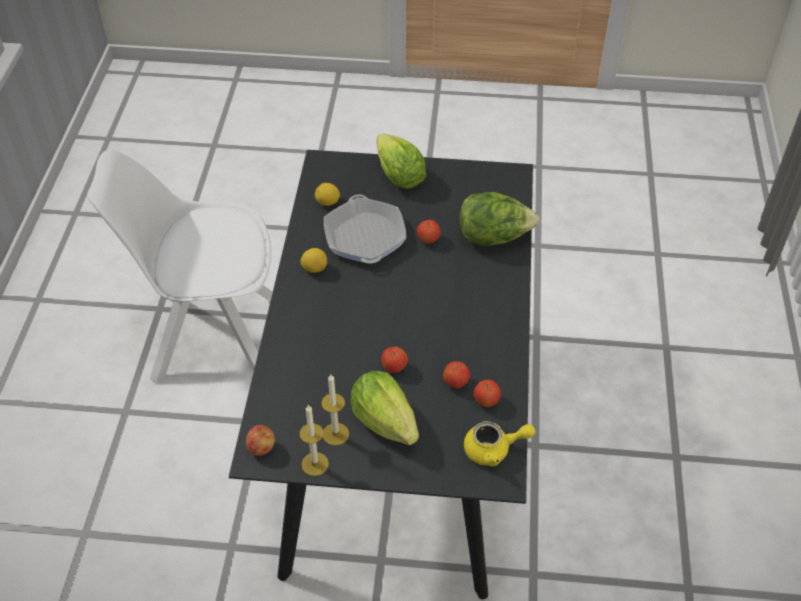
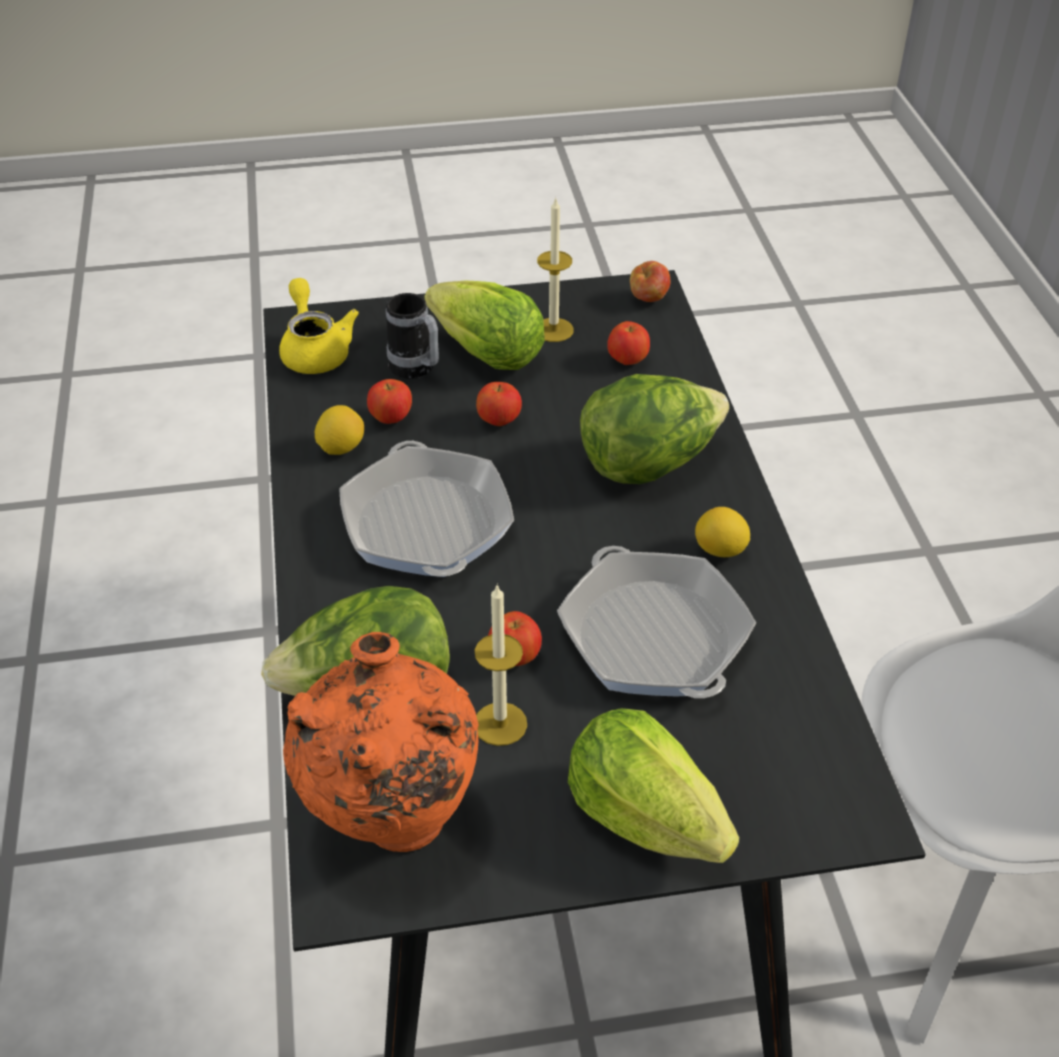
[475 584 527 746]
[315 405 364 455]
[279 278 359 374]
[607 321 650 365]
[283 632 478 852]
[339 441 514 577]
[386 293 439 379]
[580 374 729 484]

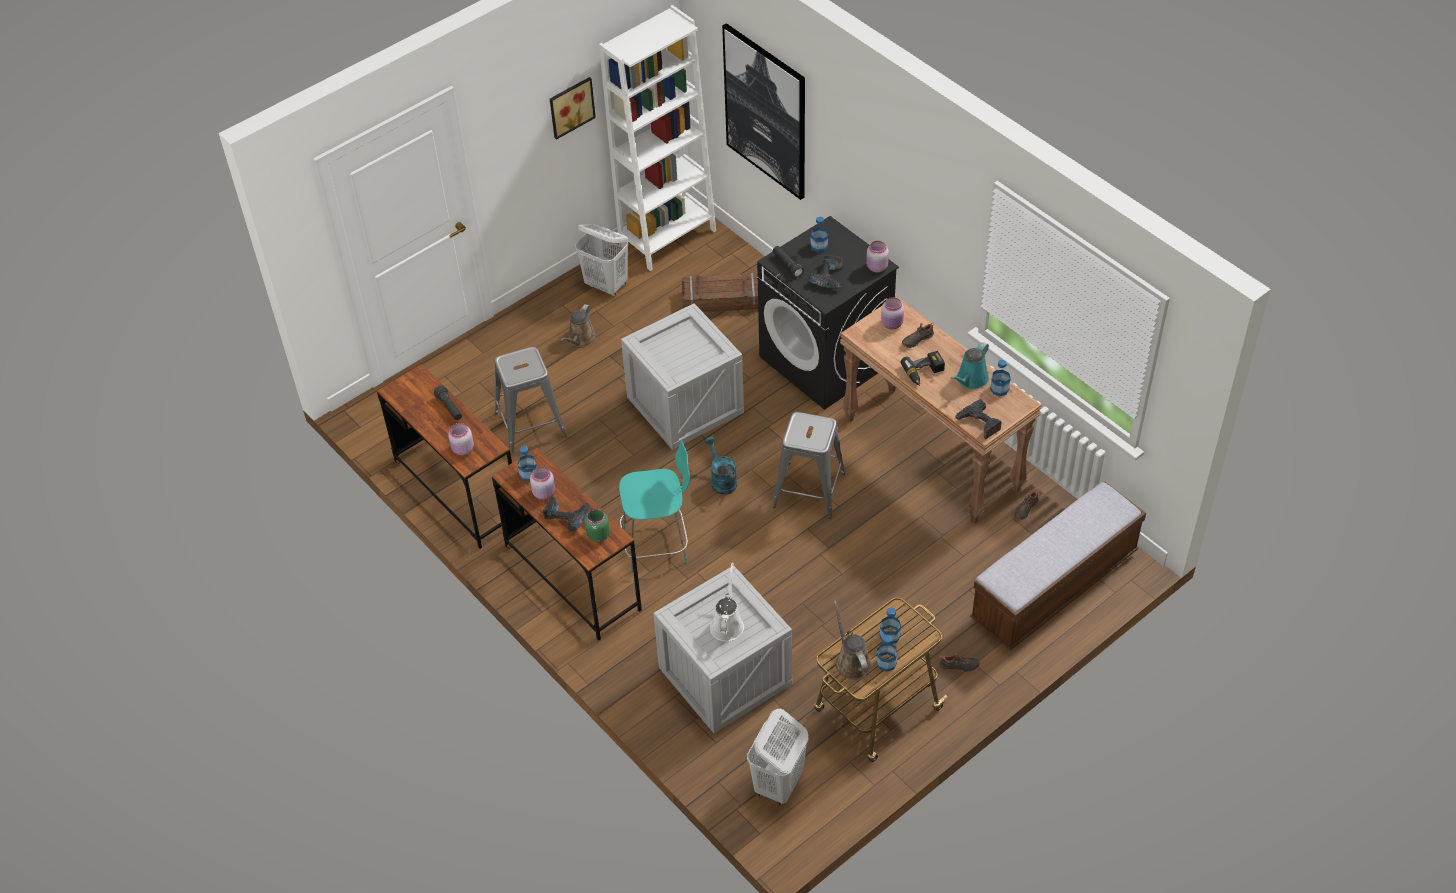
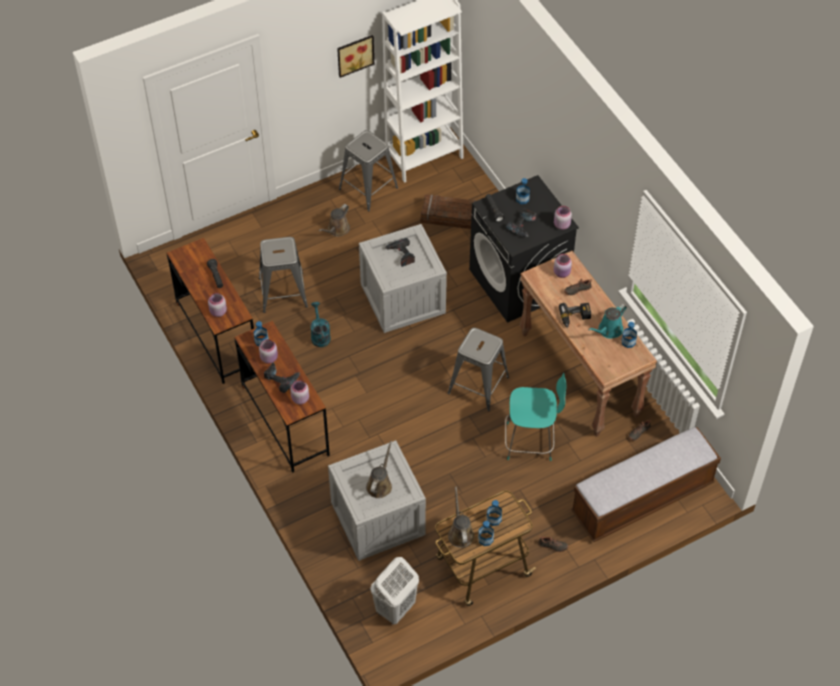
[339 130 398 211]
[290 380 309 405]
[505 373 567 461]
[310 302 331 347]
[366 441 392 498]
[722 23 805 200] (first image)
[385 238 415 267]

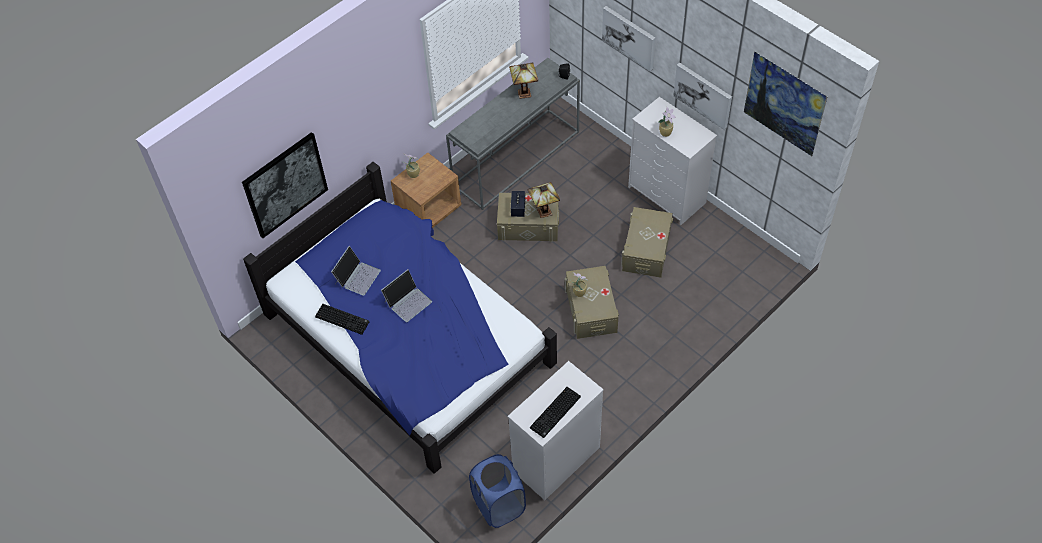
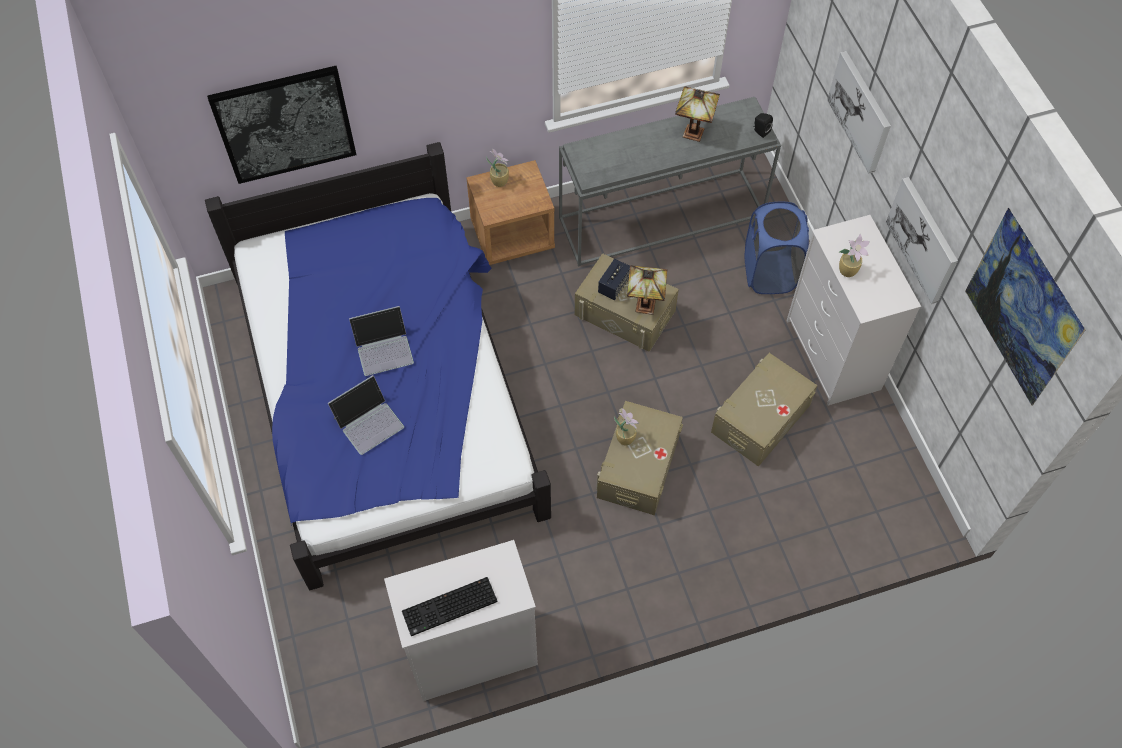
[315 304 369 335] (first image)
[328 375 404 455]
[745 202 809 294]

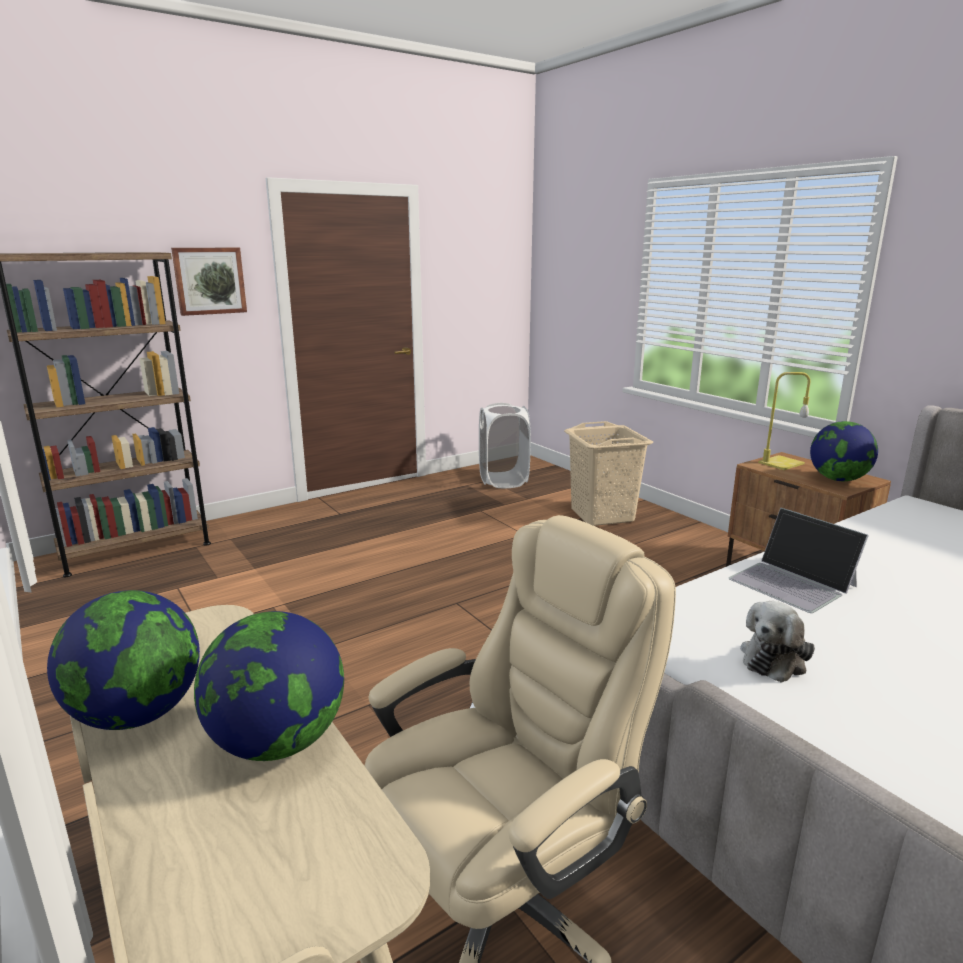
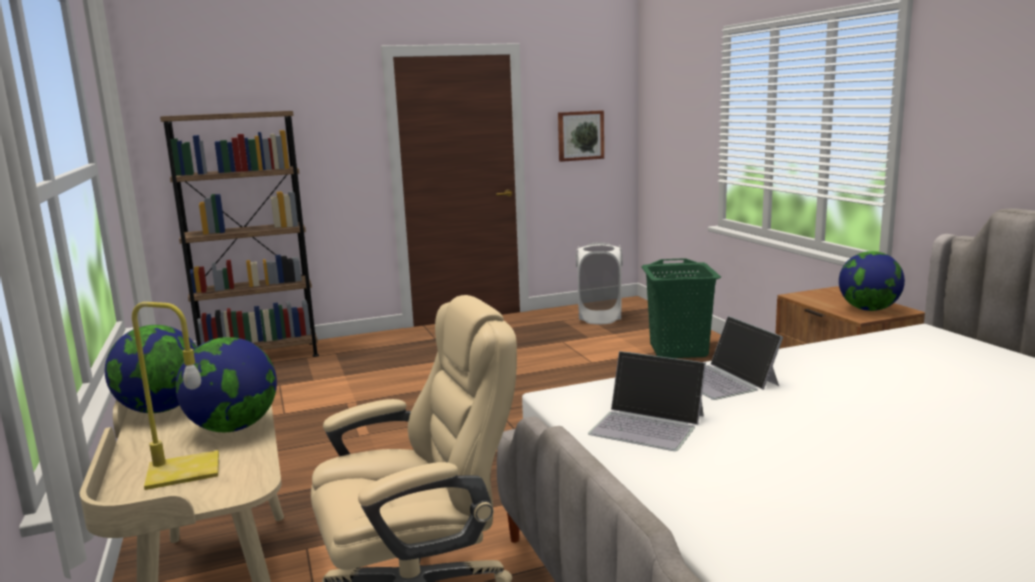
[558 110 604 162]
[641 258 721 358]
[588 351 706 451]
[132 302 219 490]

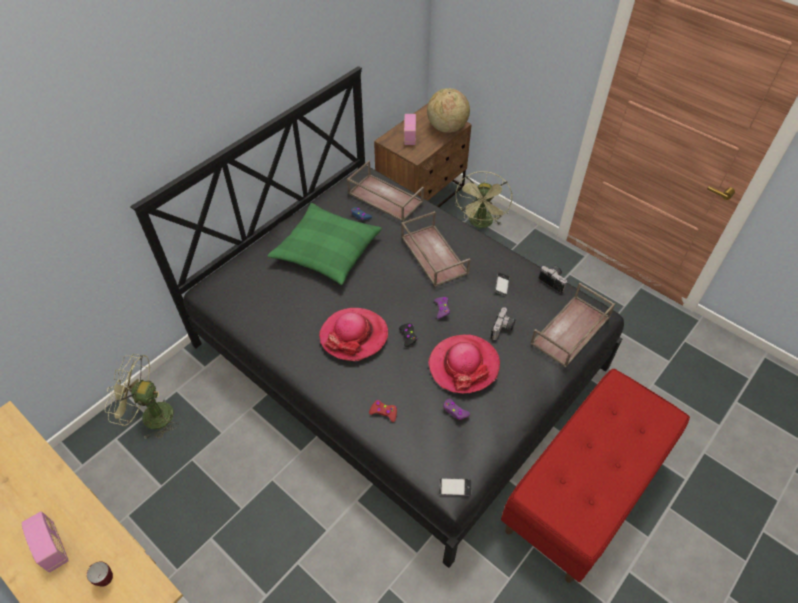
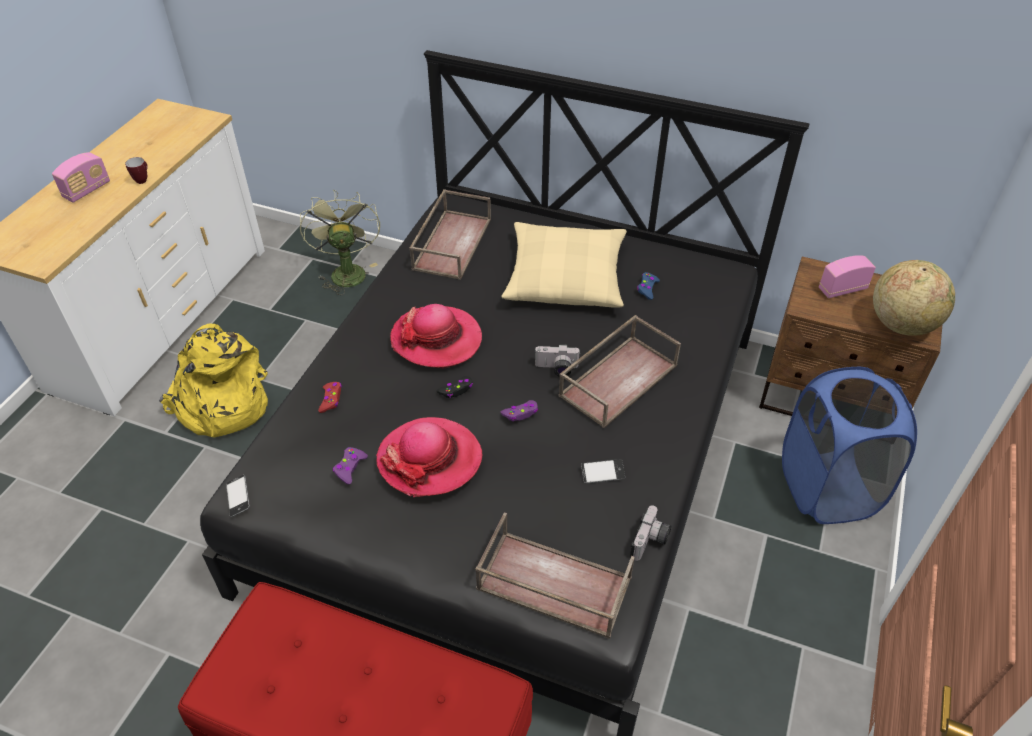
[125 157 148 184]
[501 222 627 308]
[409 189 491 280]
[782 367 917 524]
[535 344 580 377]
[159 323 268 437]

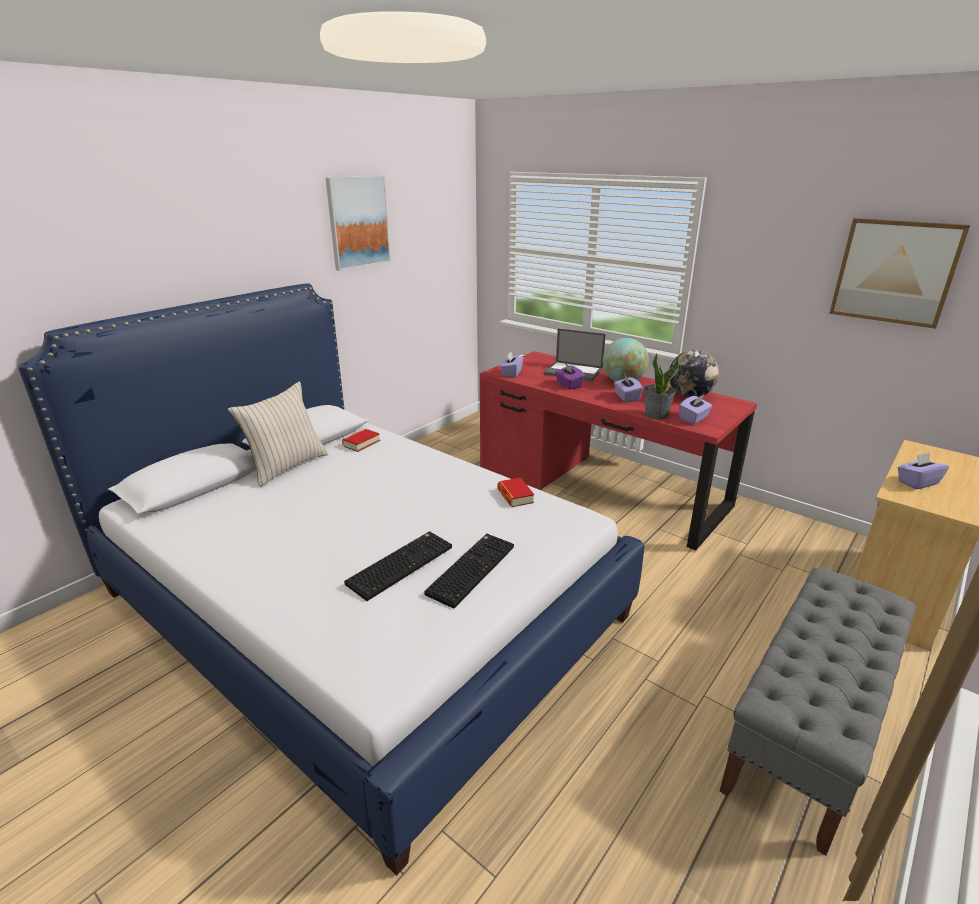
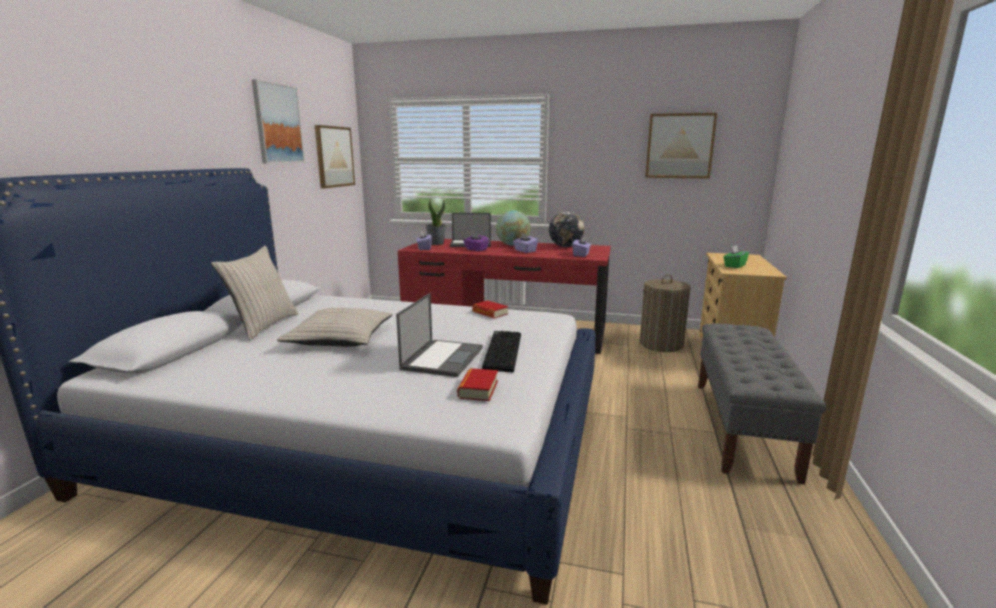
[457 368 498 401]
[396 293 483 377]
[426 200 446 245]
[723 245 749 268]
[277 308 392 347]
[315 125 355 188]
[640 274 691 352]

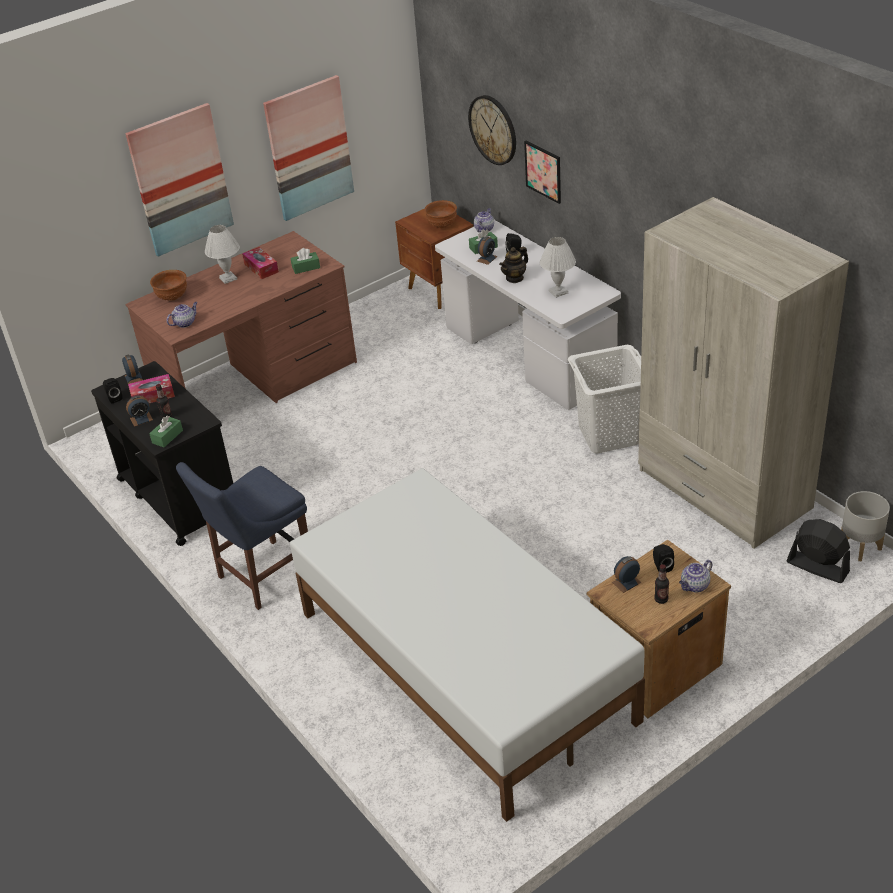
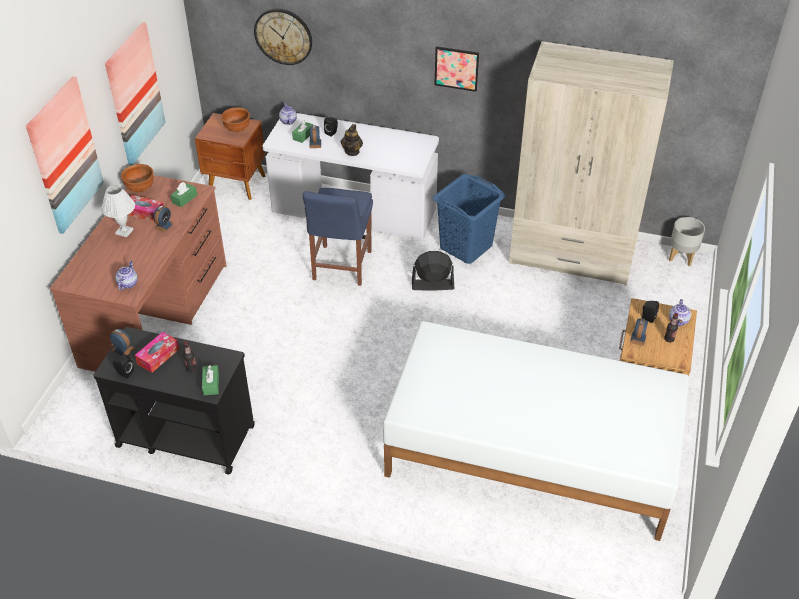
[153 206 174 232]
[121 164 154 192]
[303 188 373 286]
[434 46 479 92]
[540 237 576 298] (first image)
[432 174 506 264]
[412 251 455 291]

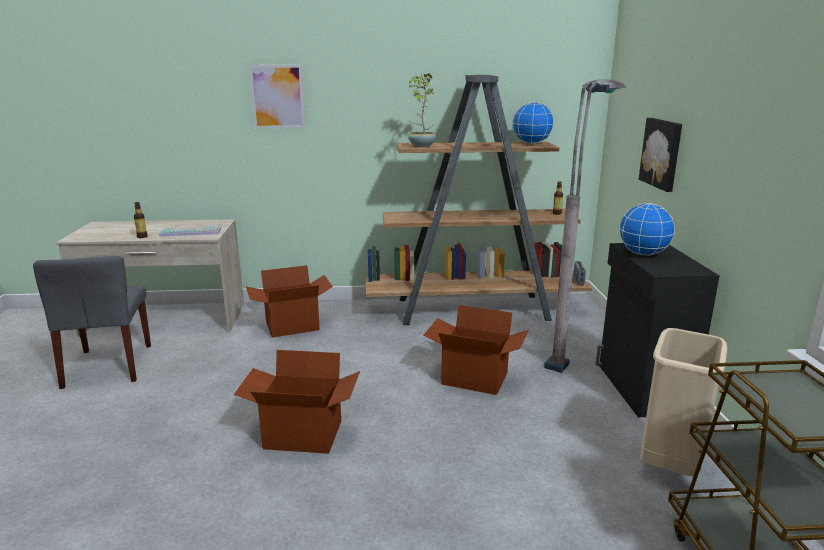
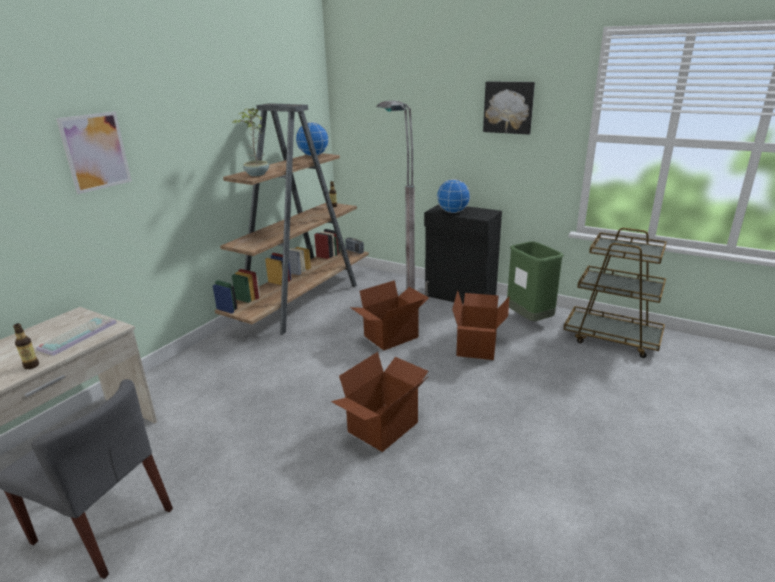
[452 290 510 360]
[483 82 535 135]
[507 241 564 321]

